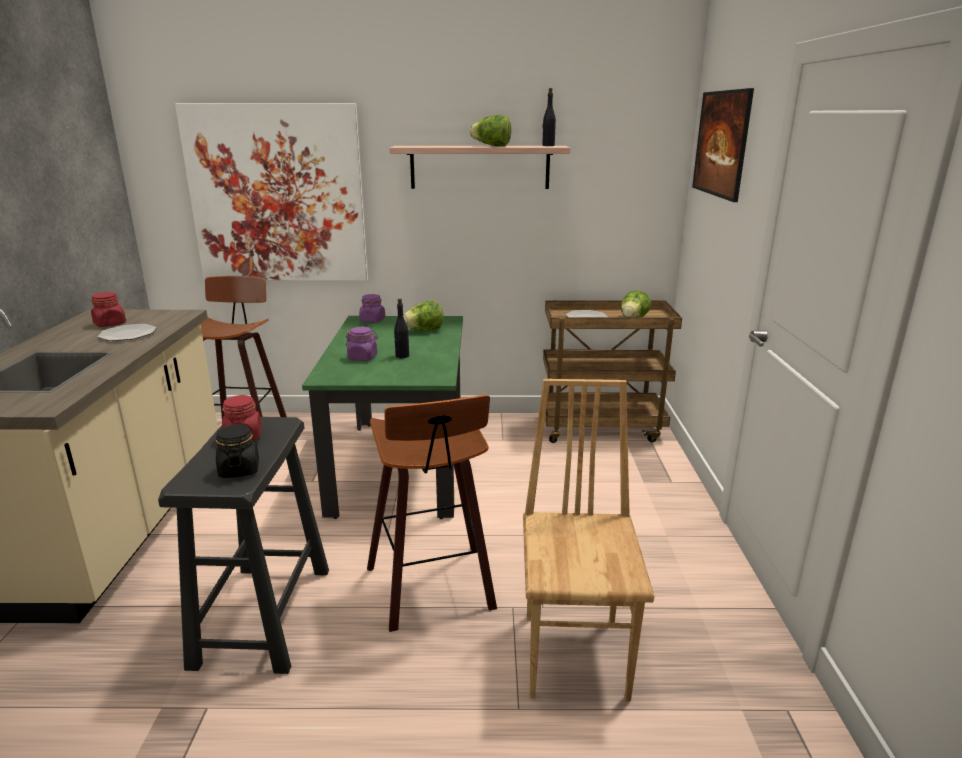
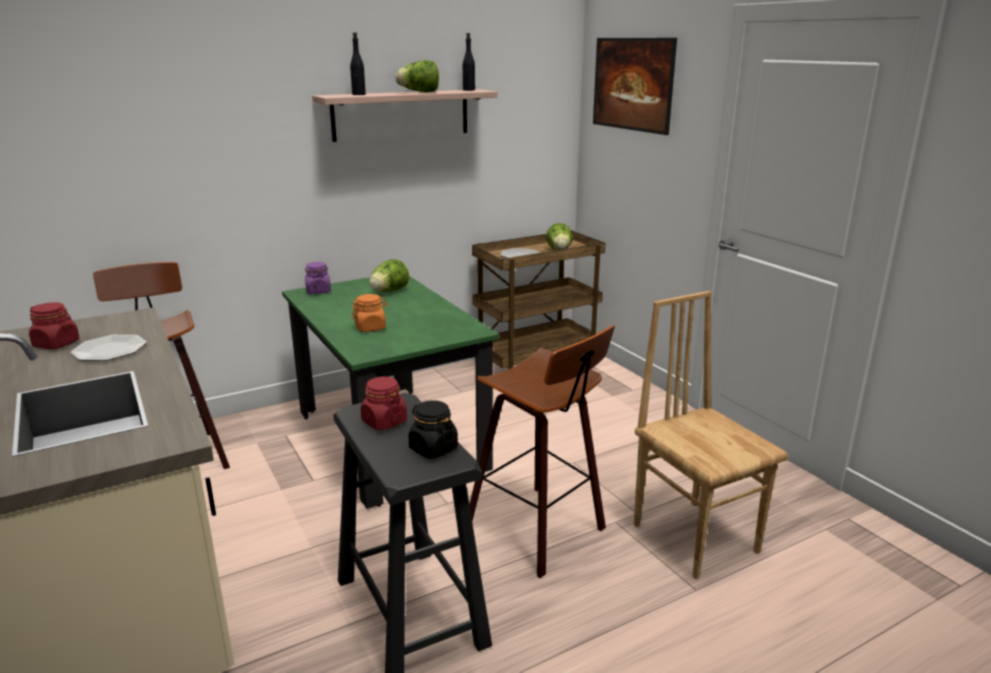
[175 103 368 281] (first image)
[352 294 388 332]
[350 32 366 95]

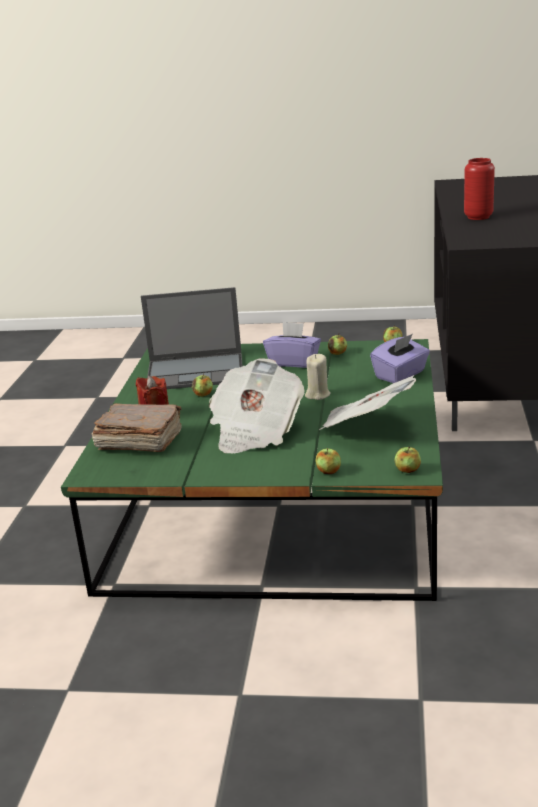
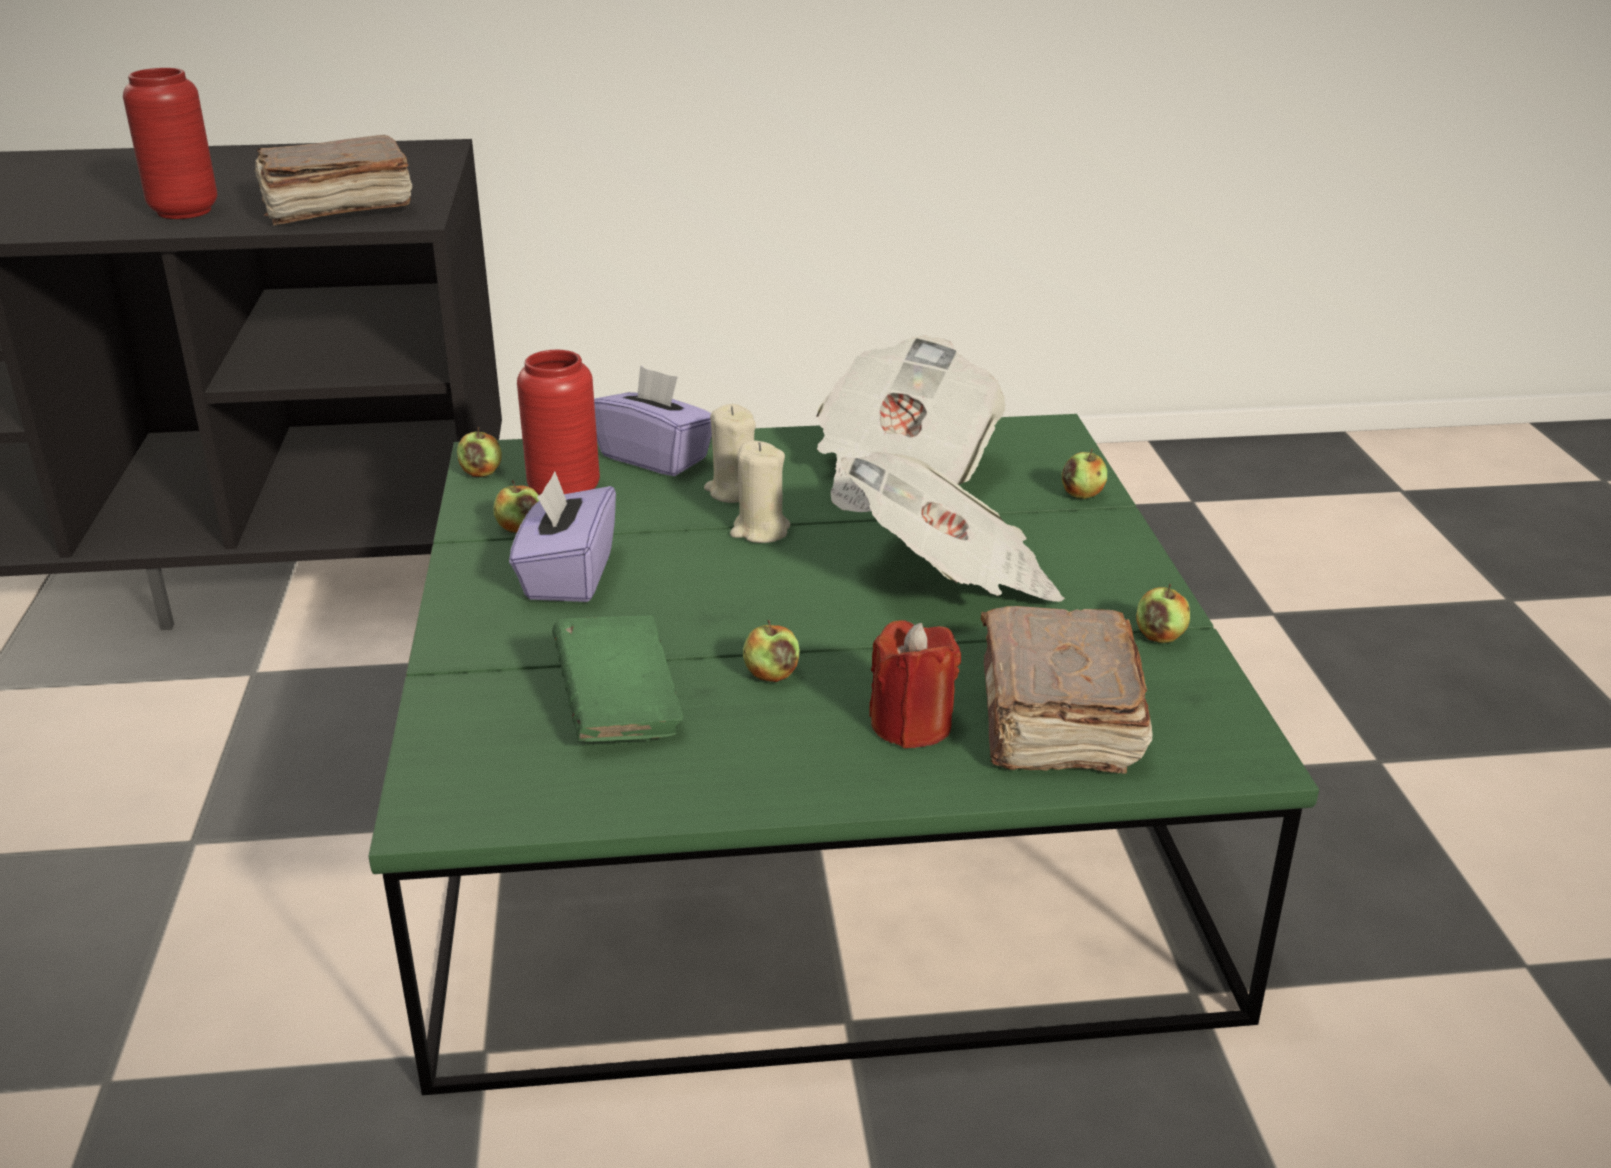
[552 615 683 742]
[1136 584 1190 643]
[254 135 413 225]
[517 350 600 495]
[704 404 756 503]

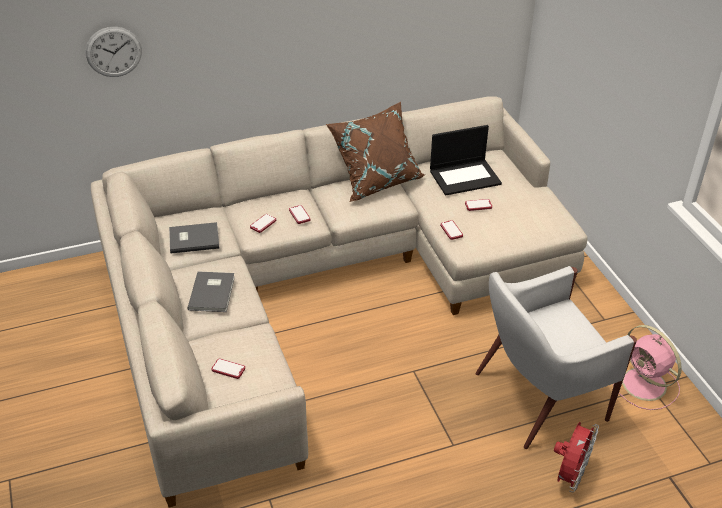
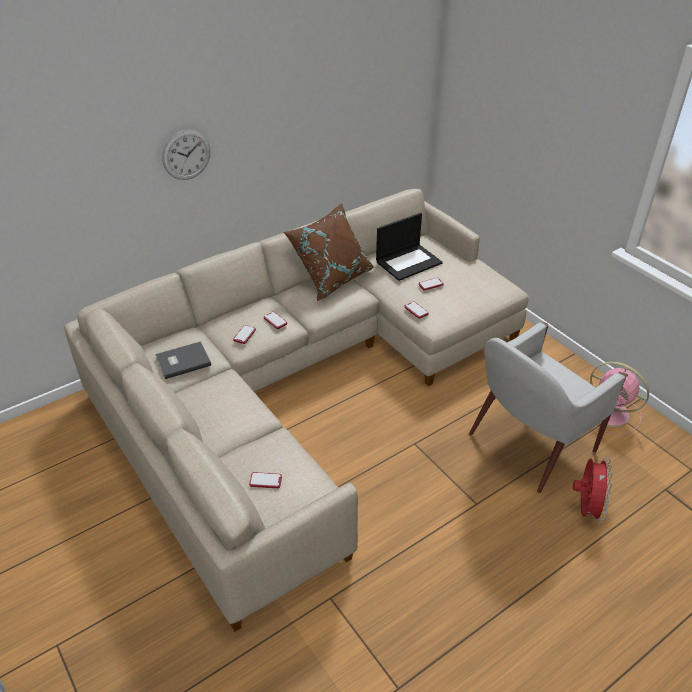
[162 130 210 180]
[187 271 235 312] (first image)

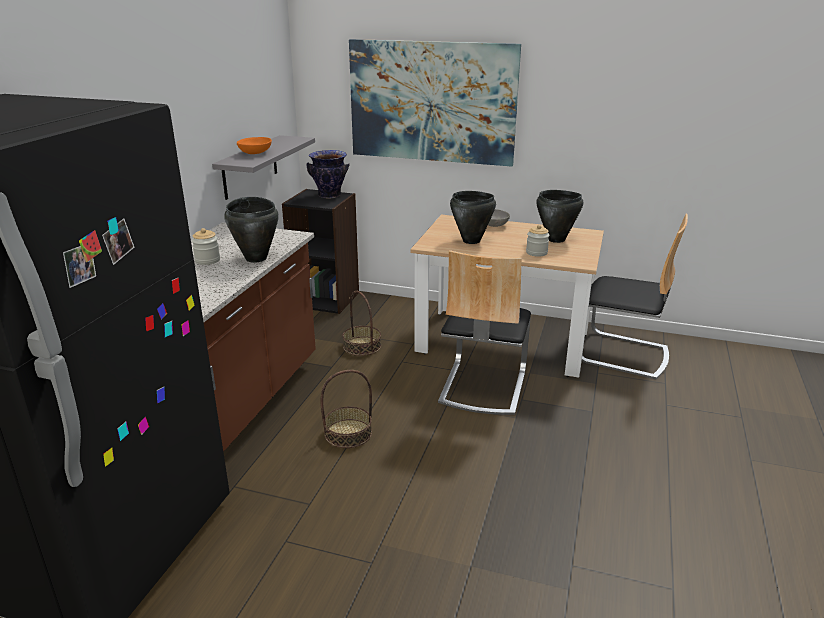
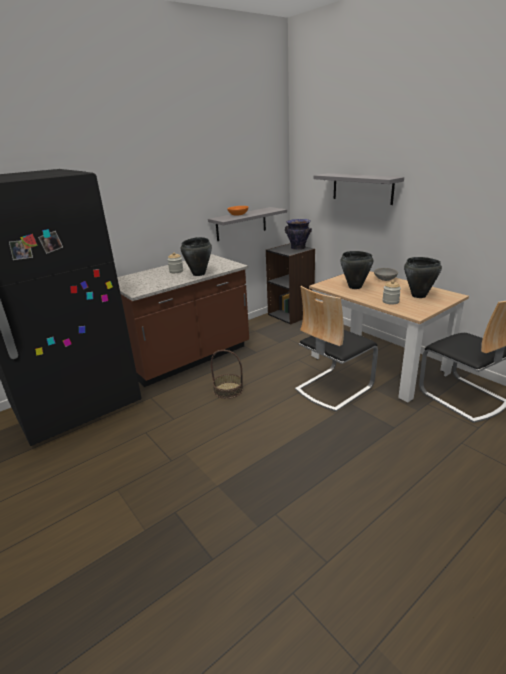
[342 291 381 356] (first image)
[313 173 404 205]

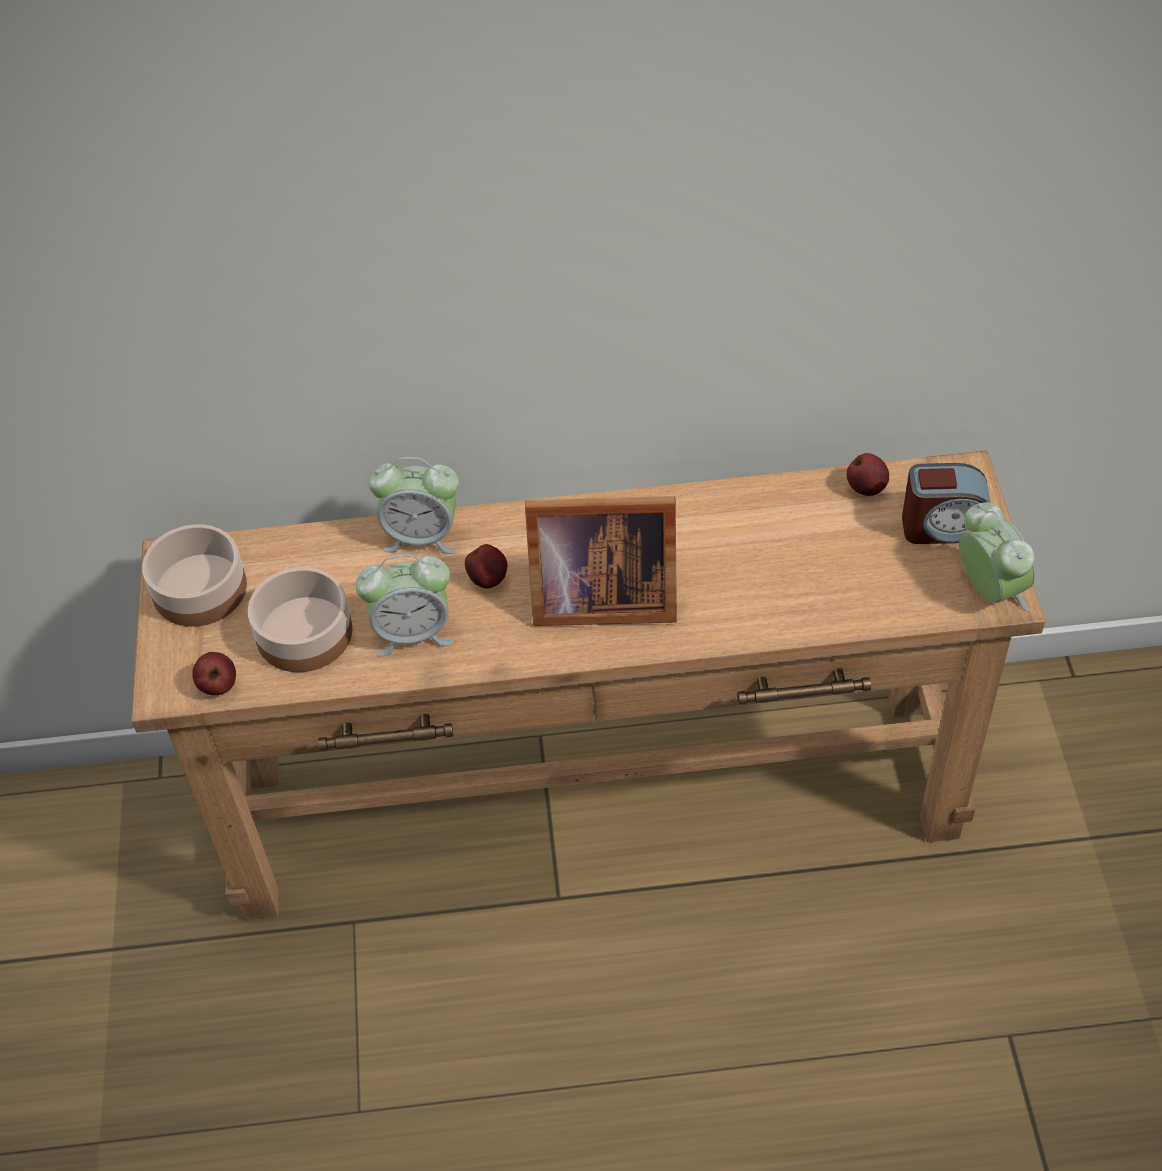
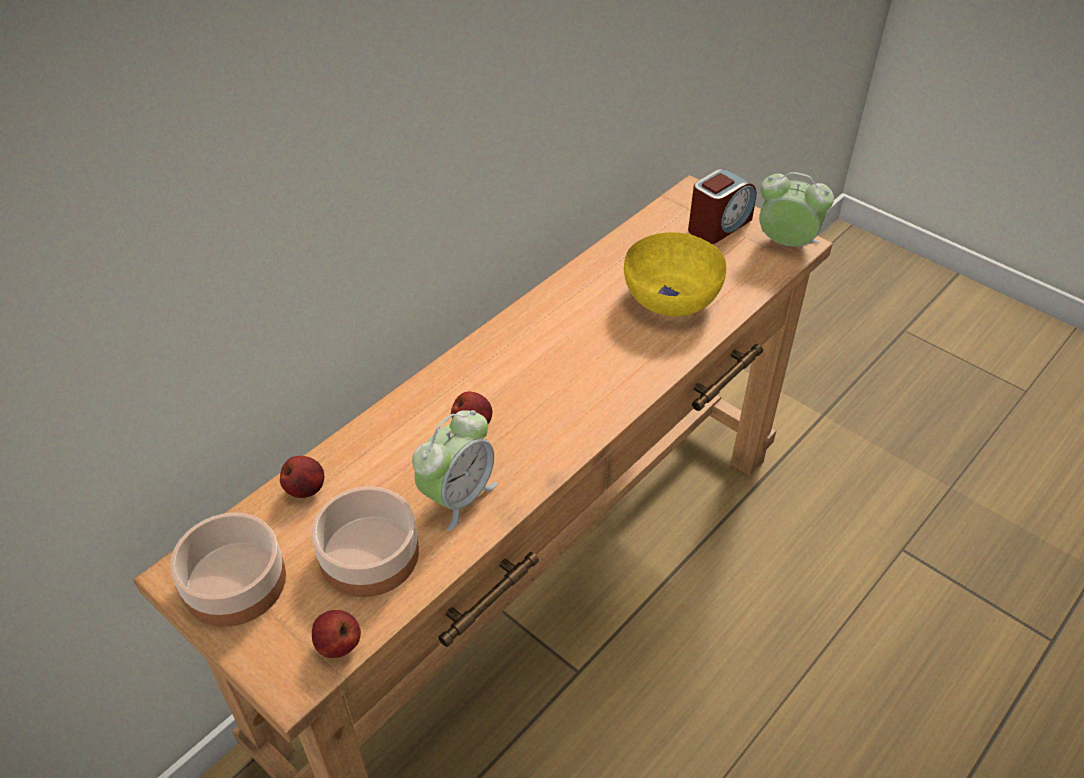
[369 457 459 554] (first image)
[525 496 677 626] (first image)
[280 456 324 498]
[624 232 726 316]

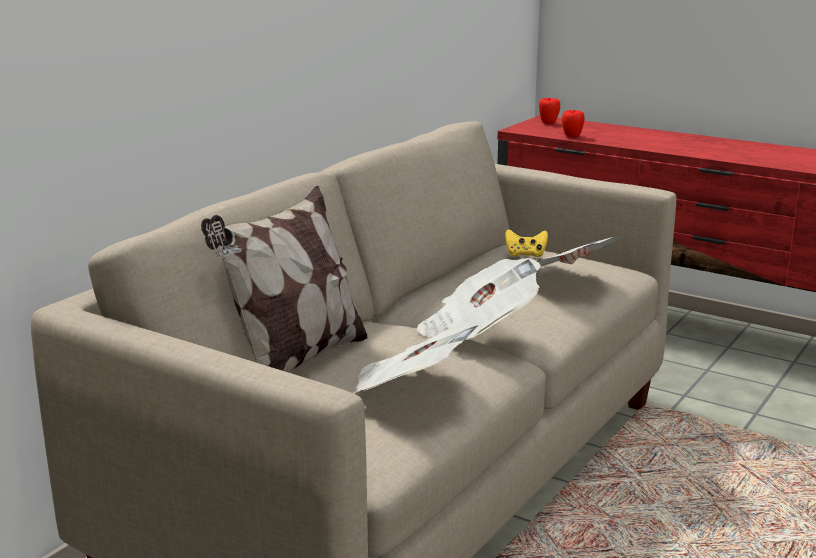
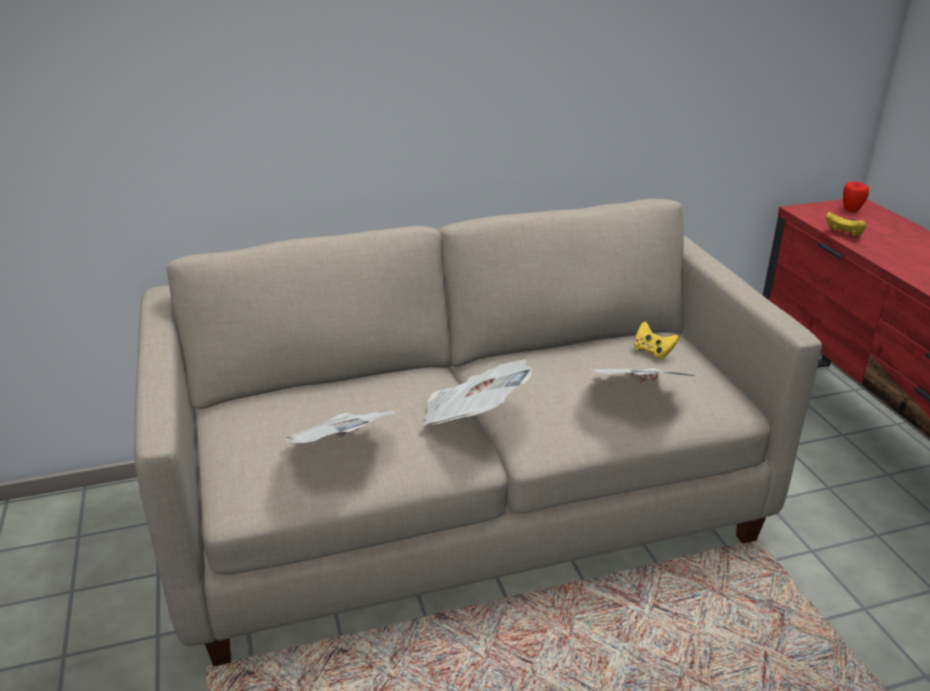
[201 186 368 373] (first image)
[825 212 866 237]

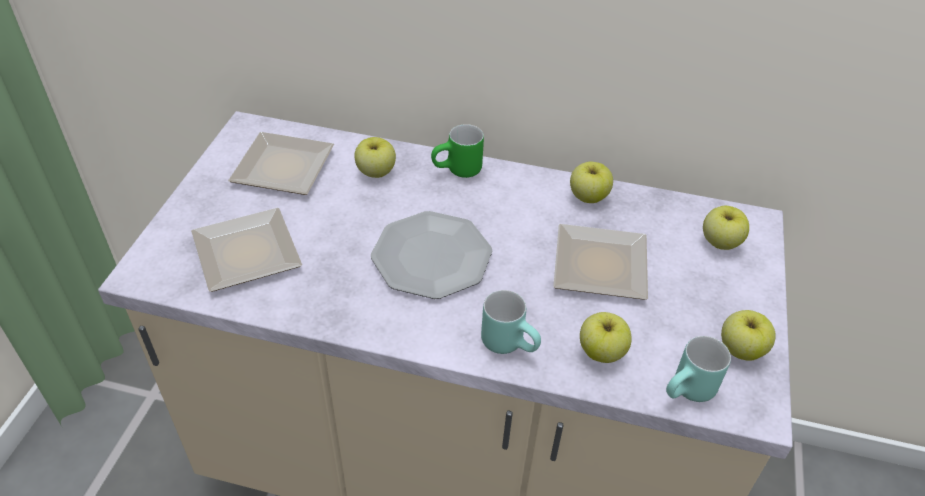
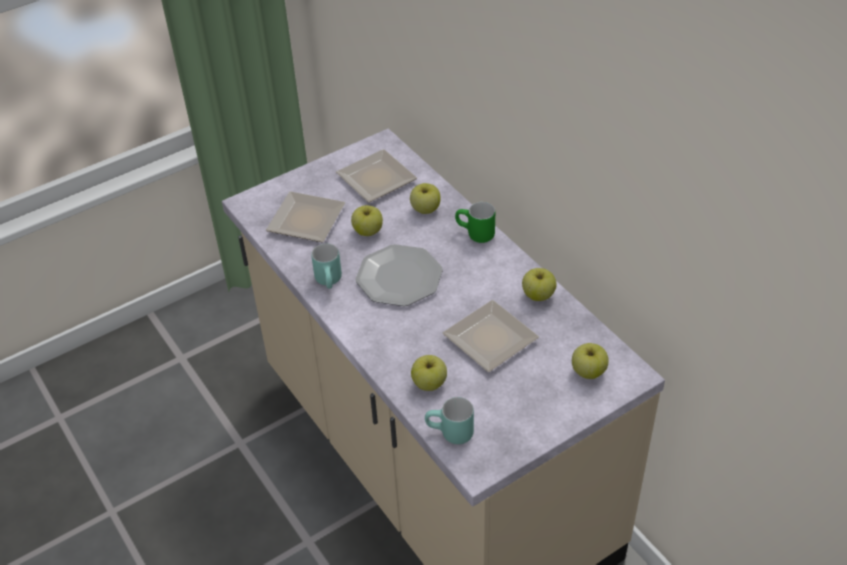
[311 243 342 289]
[351 205 383 236]

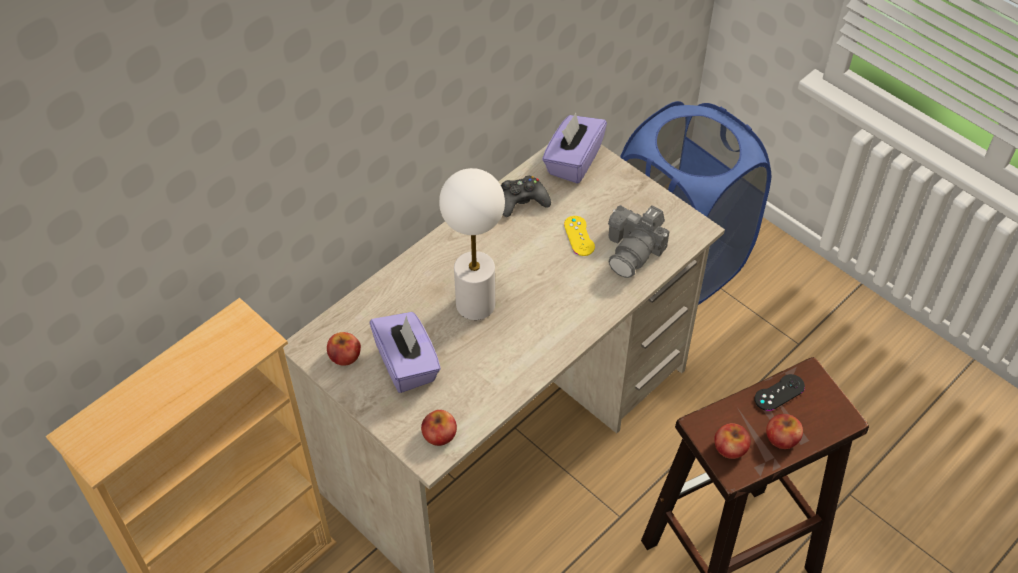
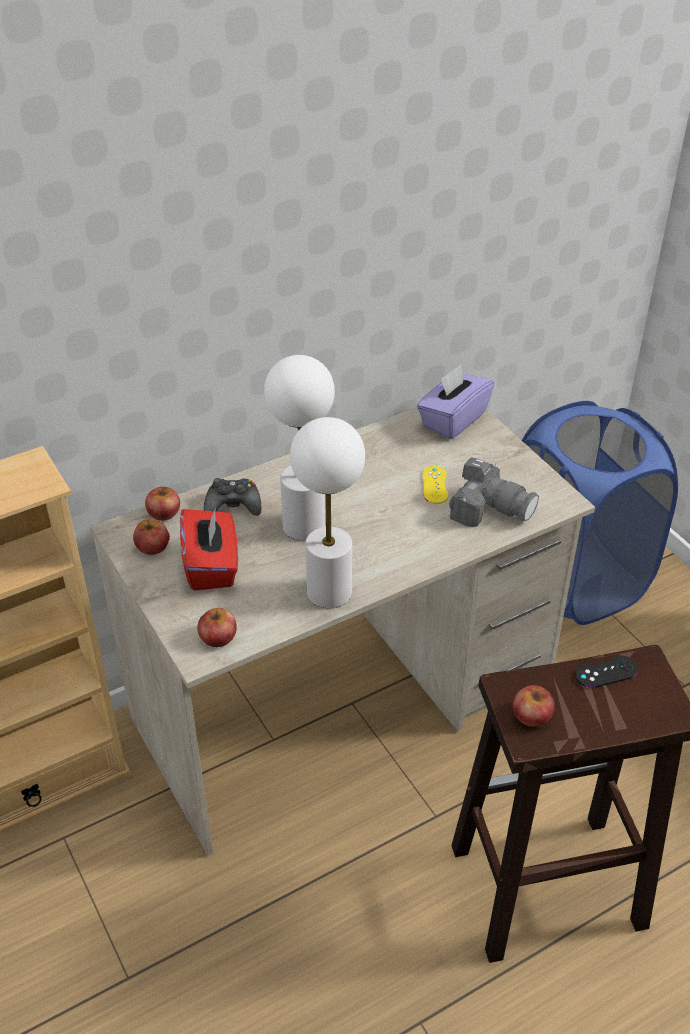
[180 508 238 591]
[204 478 261 516]
[449 457 539 527]
[145 487 180 521]
[290 417 365 608]

